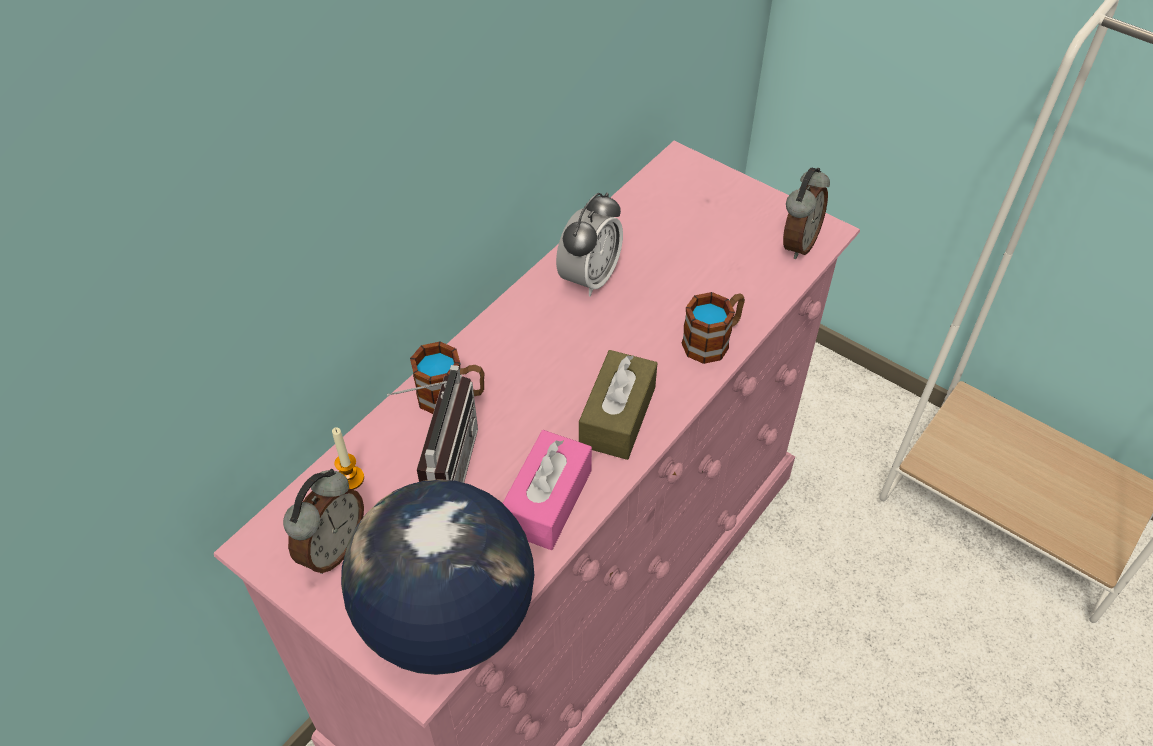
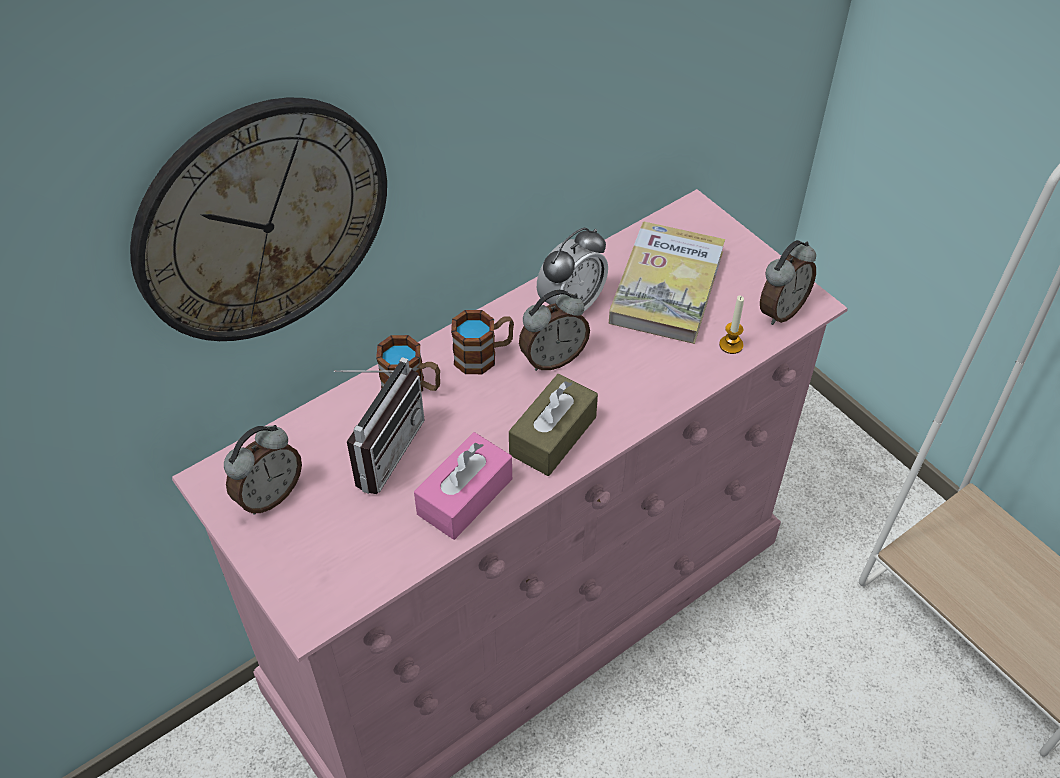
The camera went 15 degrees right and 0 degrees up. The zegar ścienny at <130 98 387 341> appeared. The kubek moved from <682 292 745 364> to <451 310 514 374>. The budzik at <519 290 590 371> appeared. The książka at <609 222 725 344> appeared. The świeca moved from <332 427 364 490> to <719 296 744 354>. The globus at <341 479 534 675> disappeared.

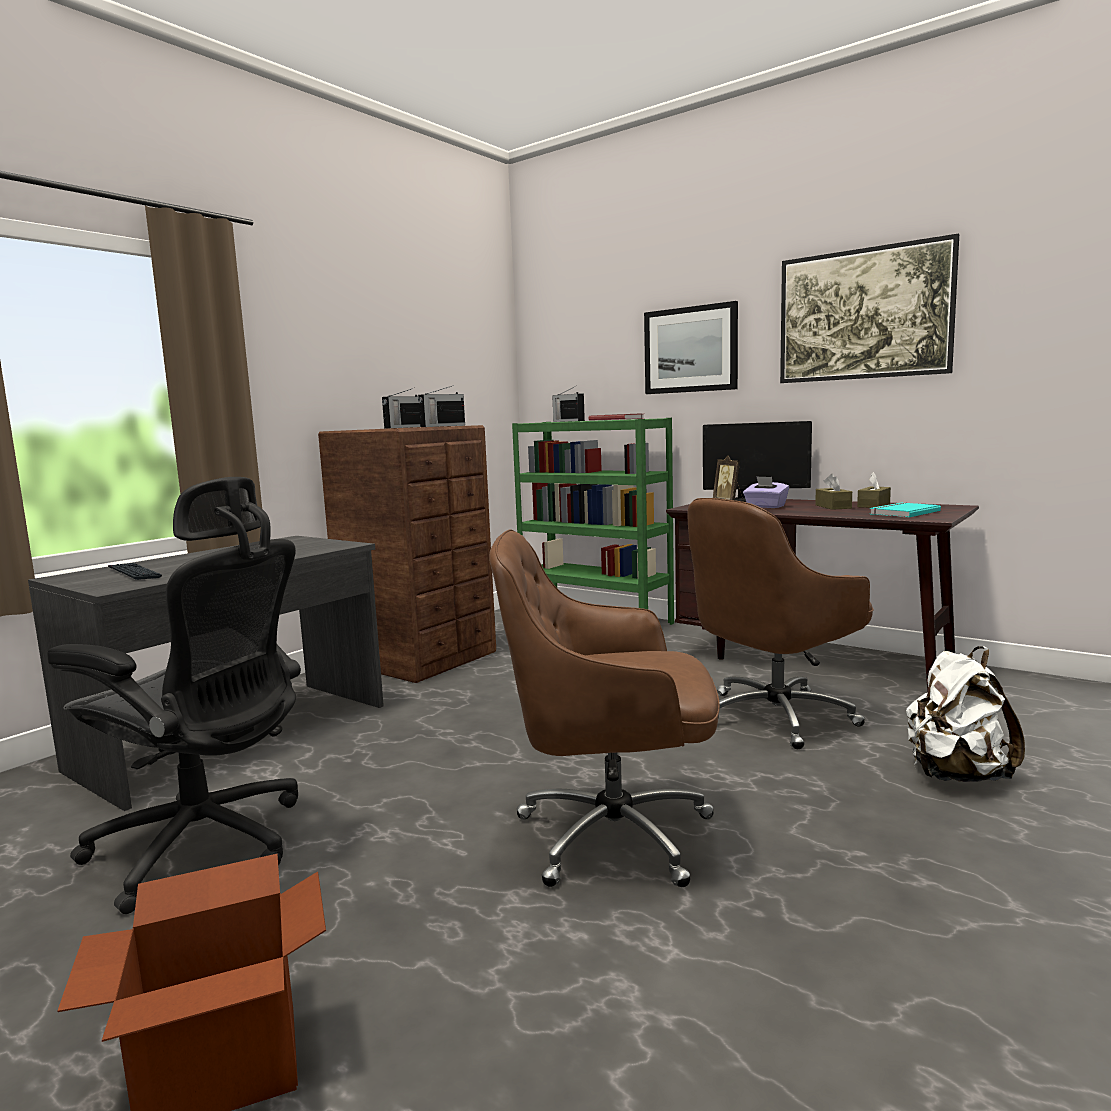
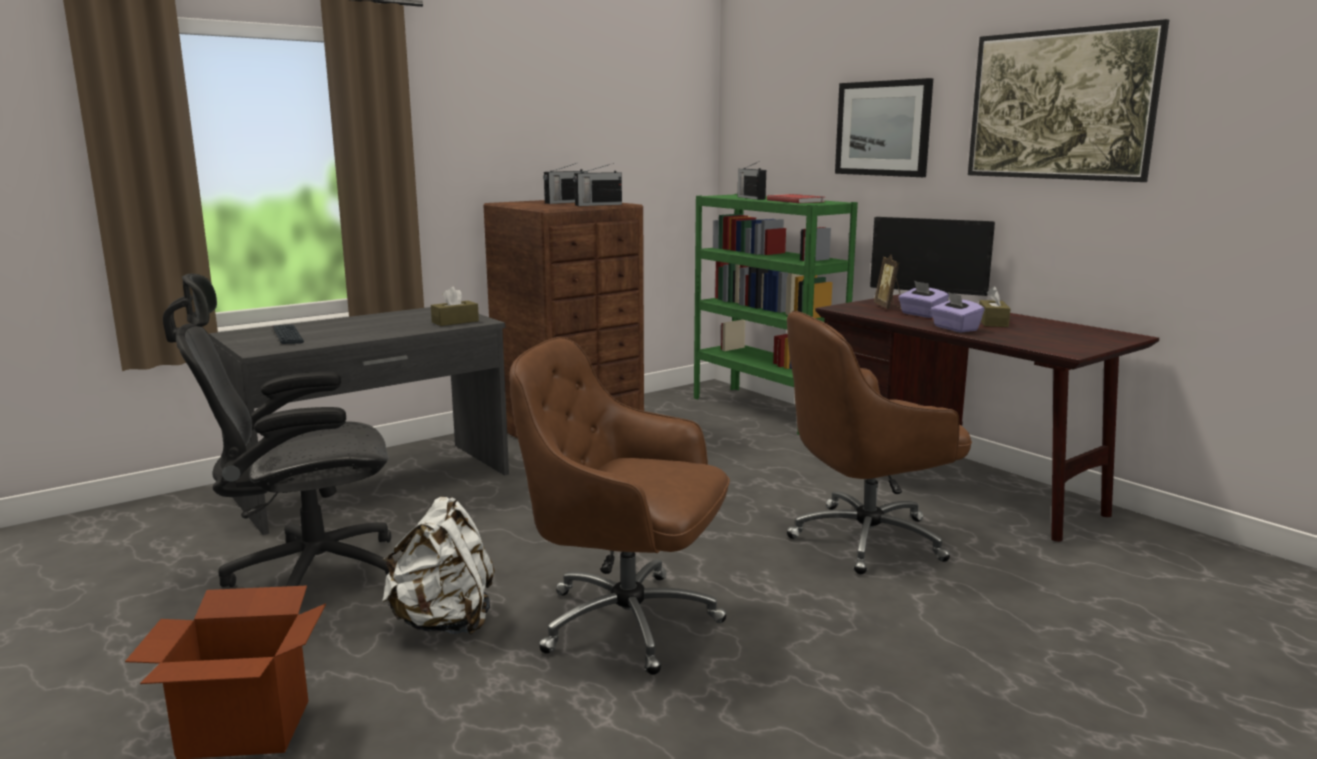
The camera went 15 degrees right and 5 degrees up. The krzesło biurowe at <47 477 301 914> turned 120 degrees clockwise. The plecak [biały] moved from <906 646 1025 782> to <382 497 495 635>. The pudełko chusteczek [brązowy] moved from <857 472 891 508> to <431 287 479 326>. The pudełko chusteczek [fioletowy] at <931 292 985 332> appeared. The książka [turkusowy] at <870 503 941 518> disappeared.

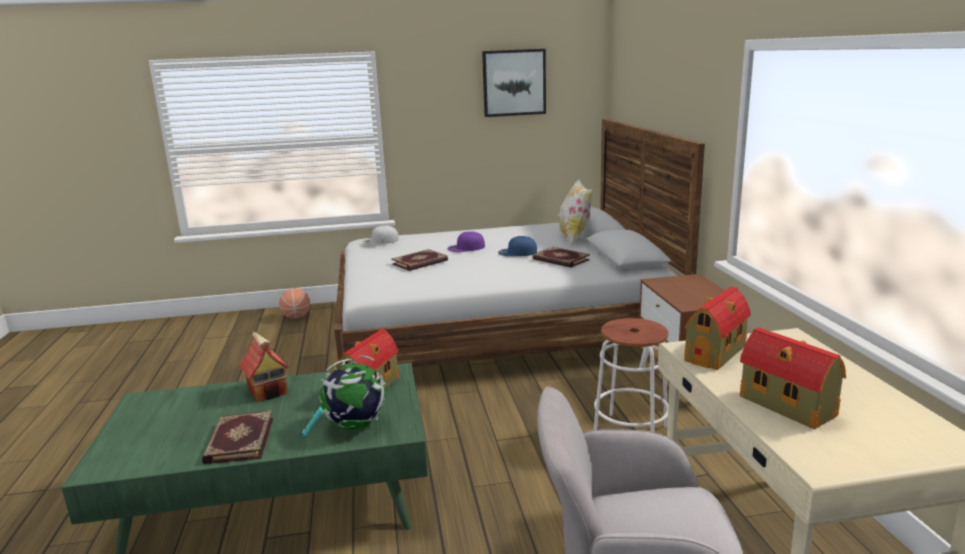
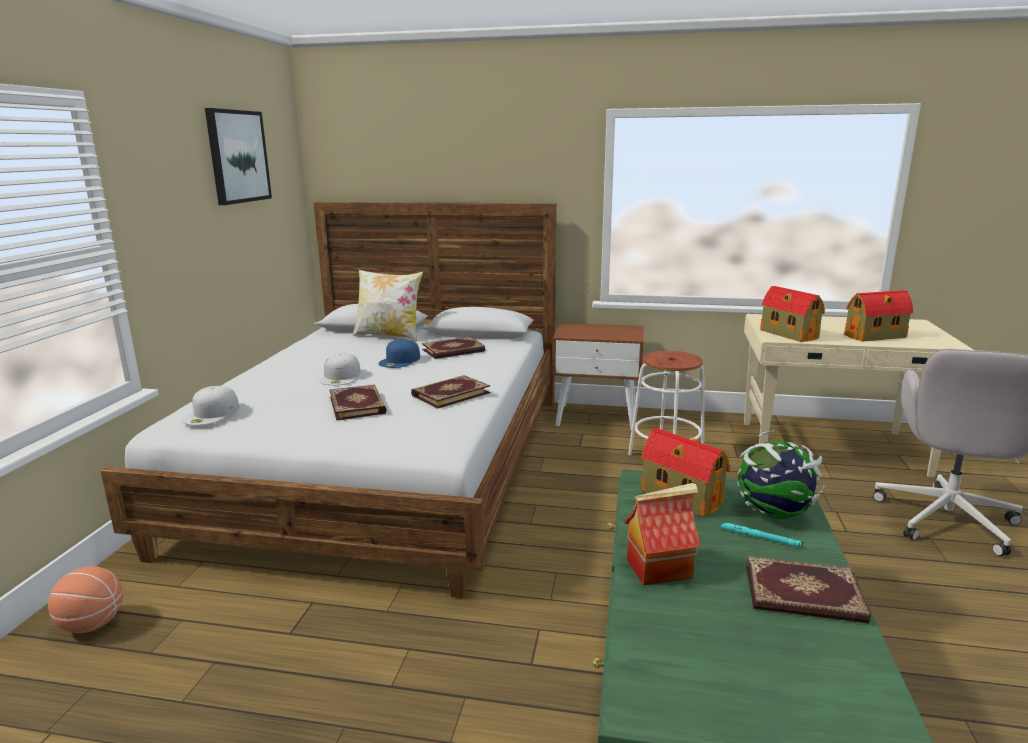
The camera went 70 degrees left and 0 degrees up. The czapka z daszkiem [fioletowy] at <448 231 485 252> became the czapka z daszkiem [biały] at <320 353 361 385>. The książka at <411 375 490 409> appeared.

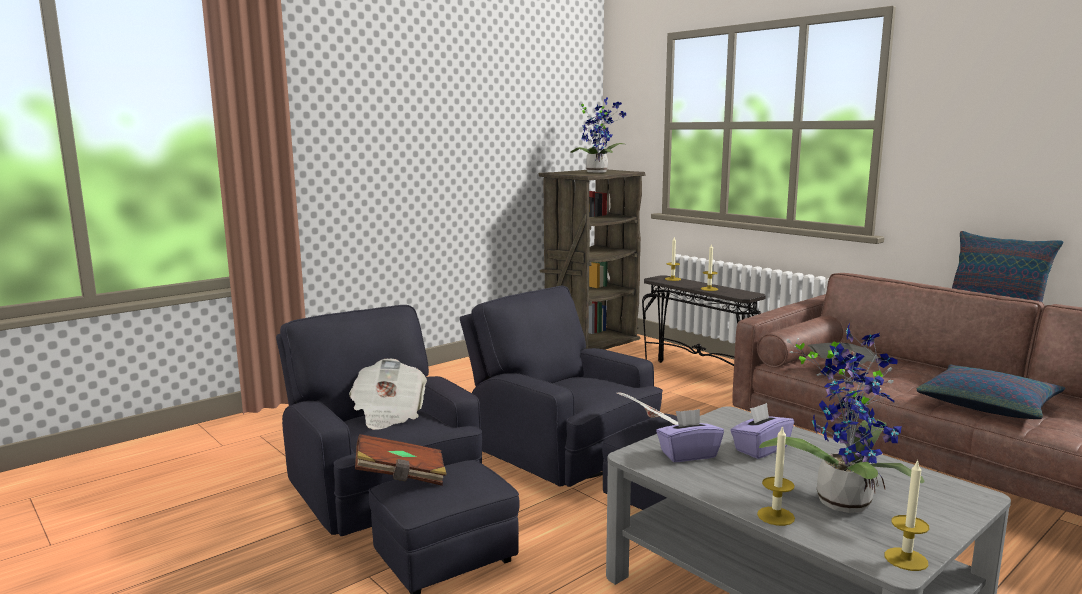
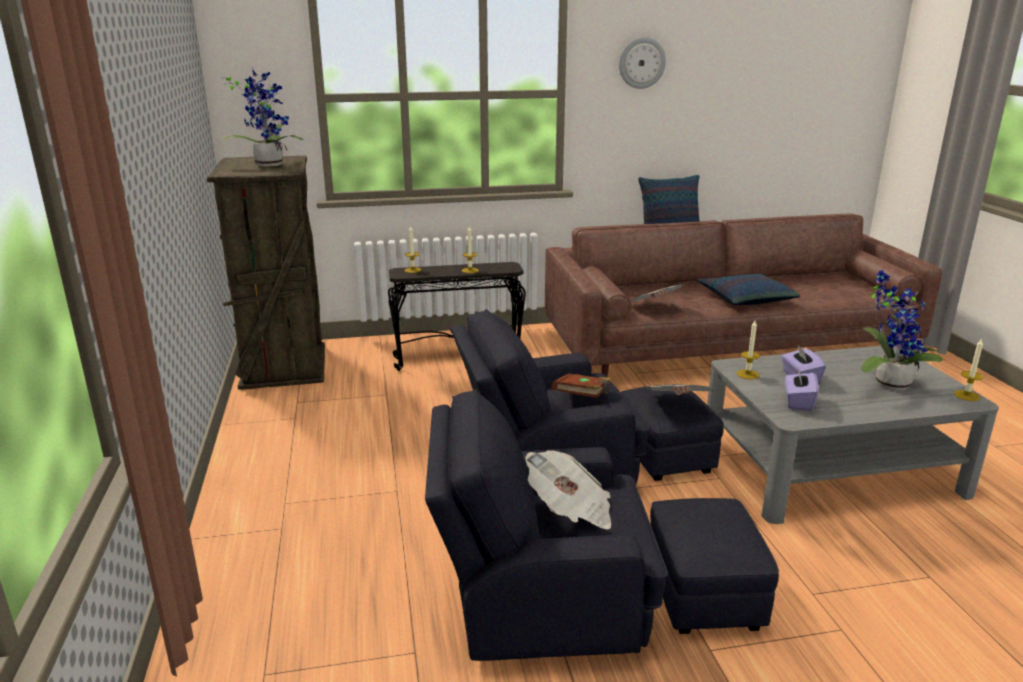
The camera went 60 degrees left and 10 degrees up. The książka [brązowy] moved from <355 434 447 486> to <551 373 611 398>. The zegar ścienny at <619 37 666 89> appeared. The świeca moved from <757 425 795 526> to <737 320 760 379>.

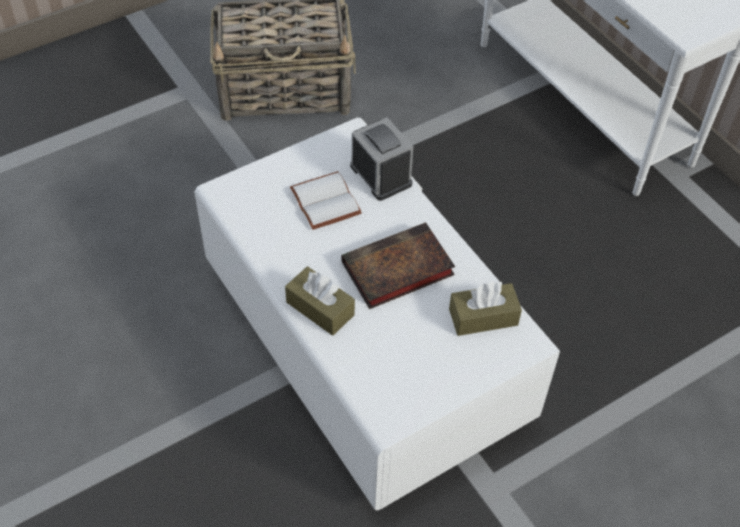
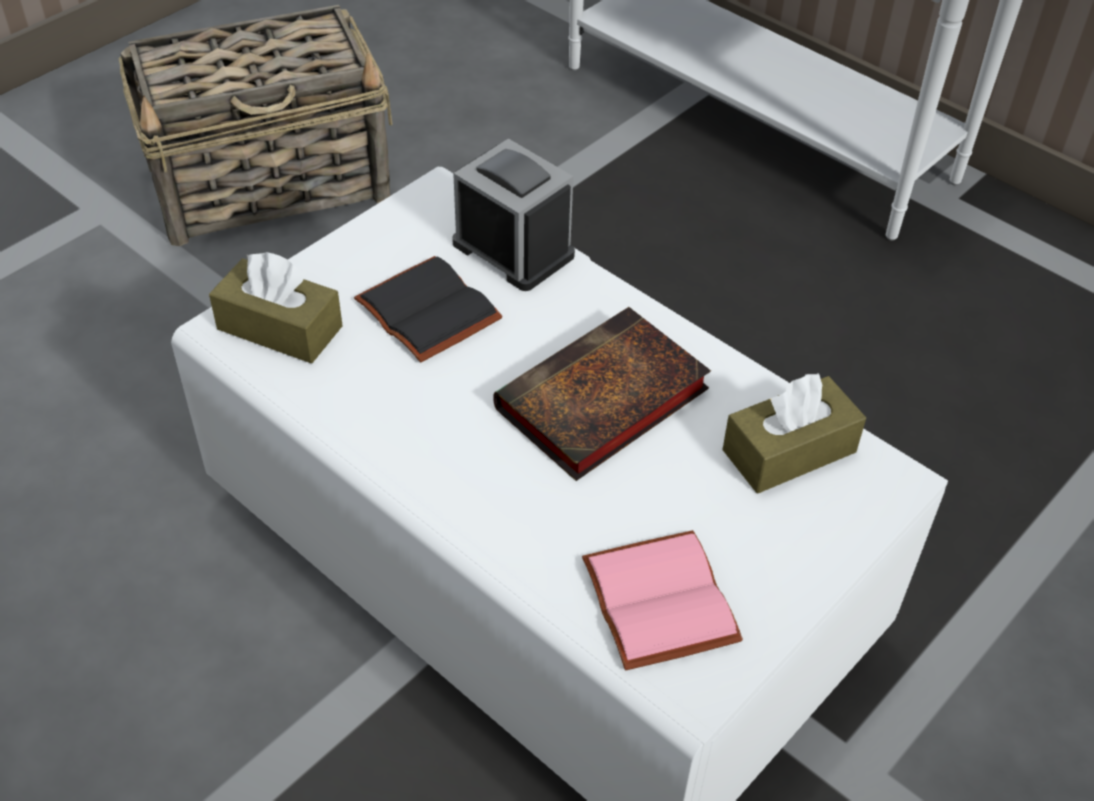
The camera went 15 degrees left and 5 degrees down. The pudełko chusteczek [brązowy] moved from <285 266 355 336> to <209 252 343 363>. The książka [biały] at <290 171 362 230> became the książka [czarny] at <354 256 503 362>. The książka [różowy] at <582 530 743 670> appeared.

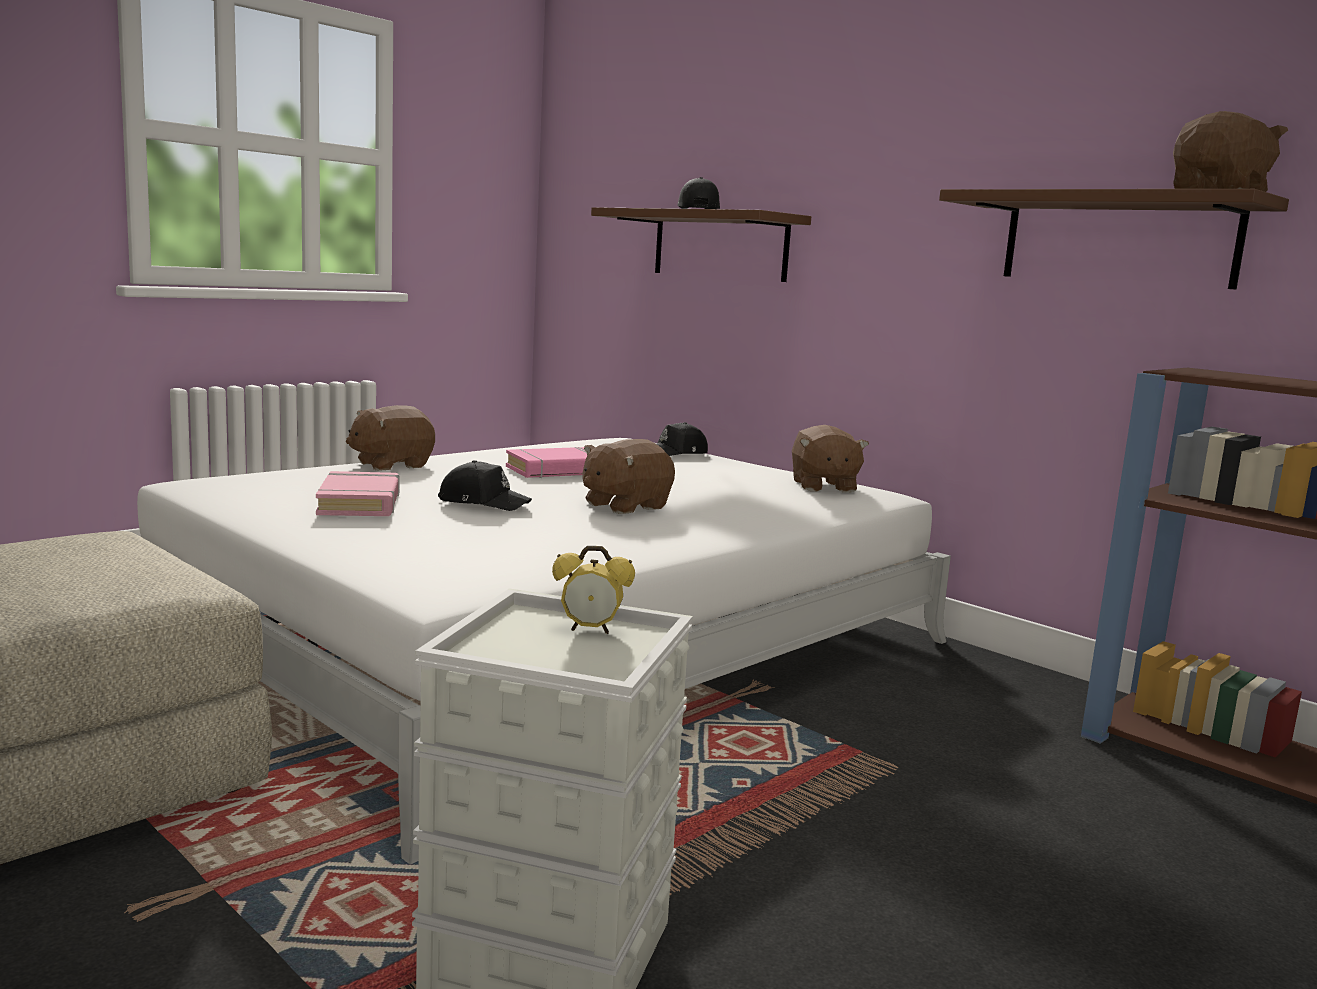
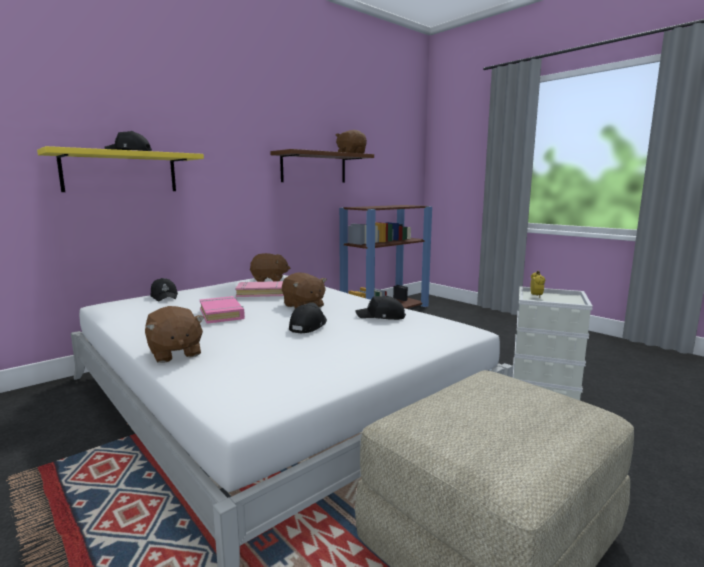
The camera went 85 degrees left and 0 degrees up. The półka [brązowy] at <591 207 811 282> became the półka [żółty] at <37 146 204 192>. The książka [różowy] moved from <316 471 400 516> to <235 281 284 297>. The czapka z daszkiem [czarny] at <355 296 406 320> appeared.

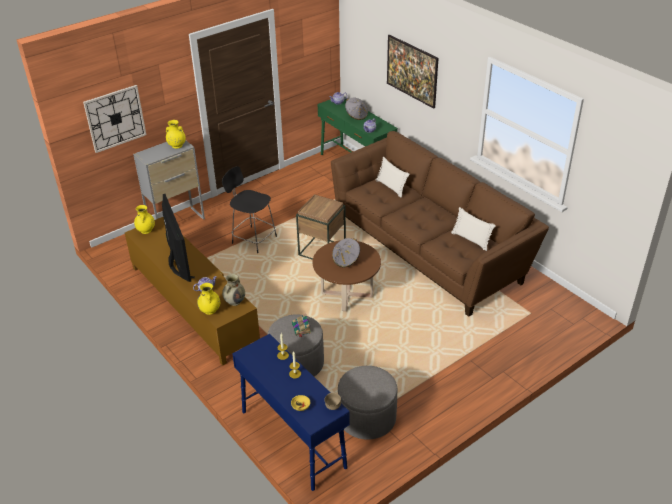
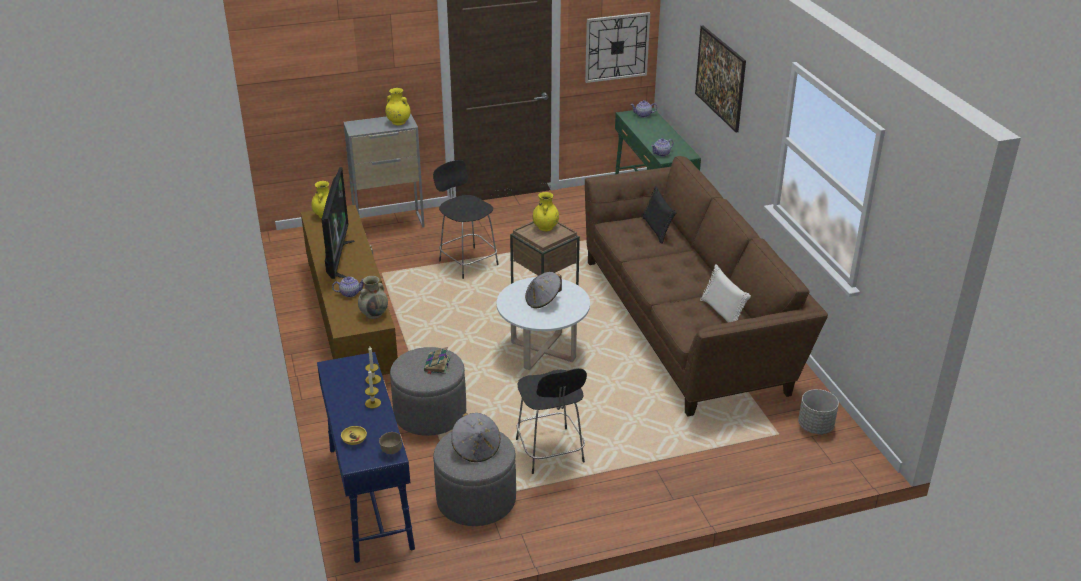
The camera went 20 degrees right and 5 degrees down. The kapelusz [szary] moved from <345 97 368 120> to <451 413 501 462>. The ława [brązowy] at <313 240 381 311> became the ława [biały] at <497 277 590 370>. The stołek [czarny] at <516 368 587 474> appeared. The wazon [żółty] moved from <197 283 220 315> to <533 192 559 231>. The zegar ścienny moved from <83 85 146 153> to <585 12 650 83>. The poduszka [biały] at <375 157 409 198> became the poduszka [czarny] at <641 186 676 244>. The donica [szary] at <798 389 839 434> appeared.

